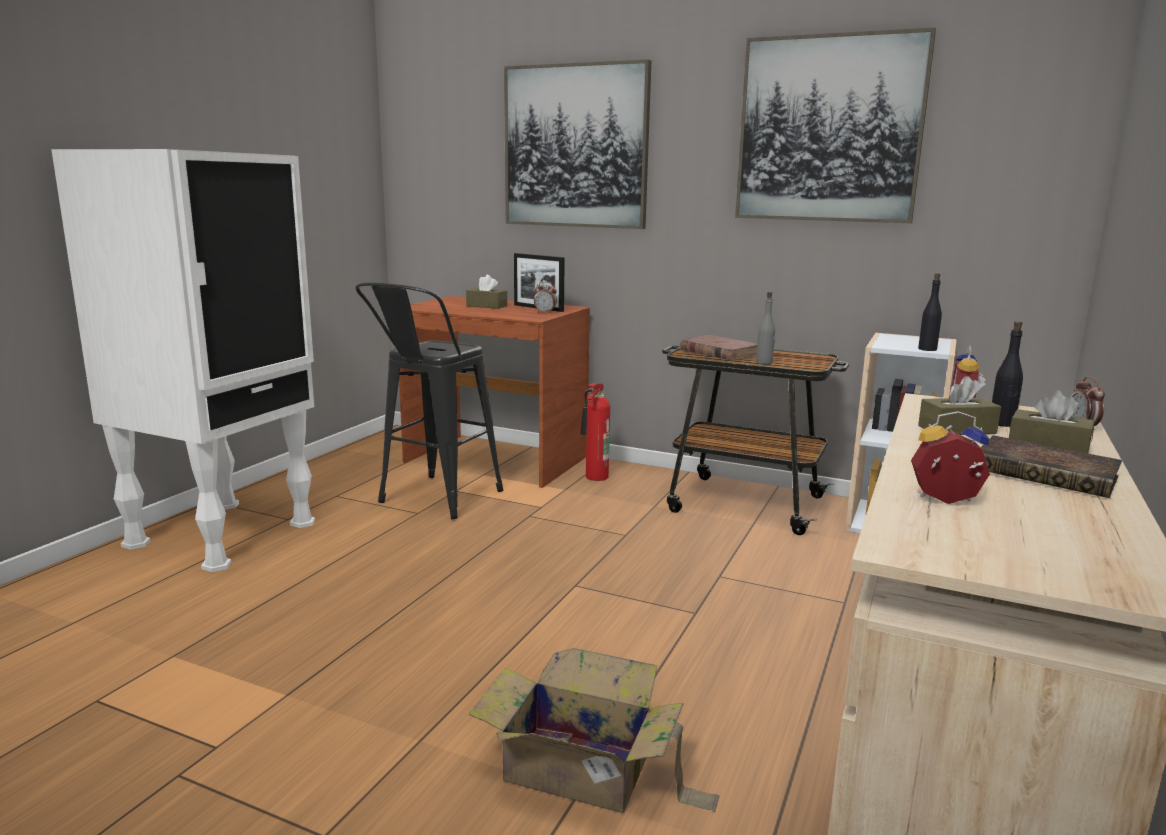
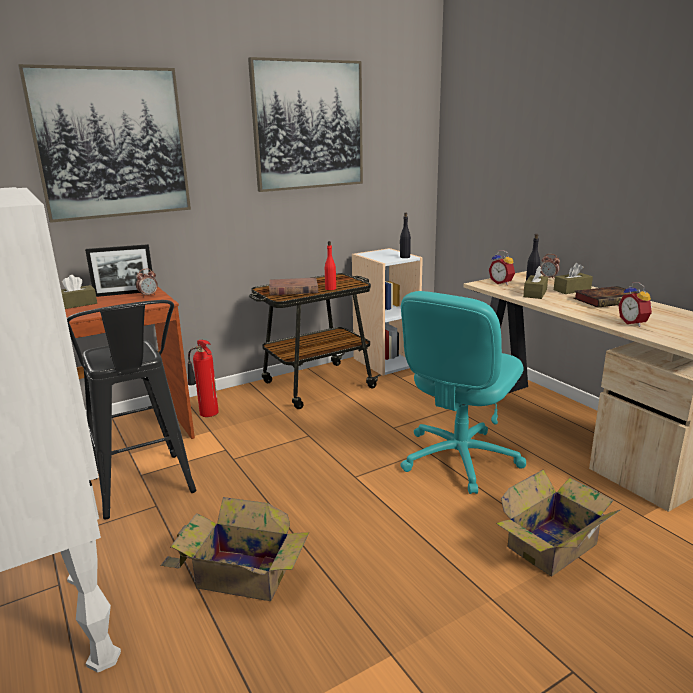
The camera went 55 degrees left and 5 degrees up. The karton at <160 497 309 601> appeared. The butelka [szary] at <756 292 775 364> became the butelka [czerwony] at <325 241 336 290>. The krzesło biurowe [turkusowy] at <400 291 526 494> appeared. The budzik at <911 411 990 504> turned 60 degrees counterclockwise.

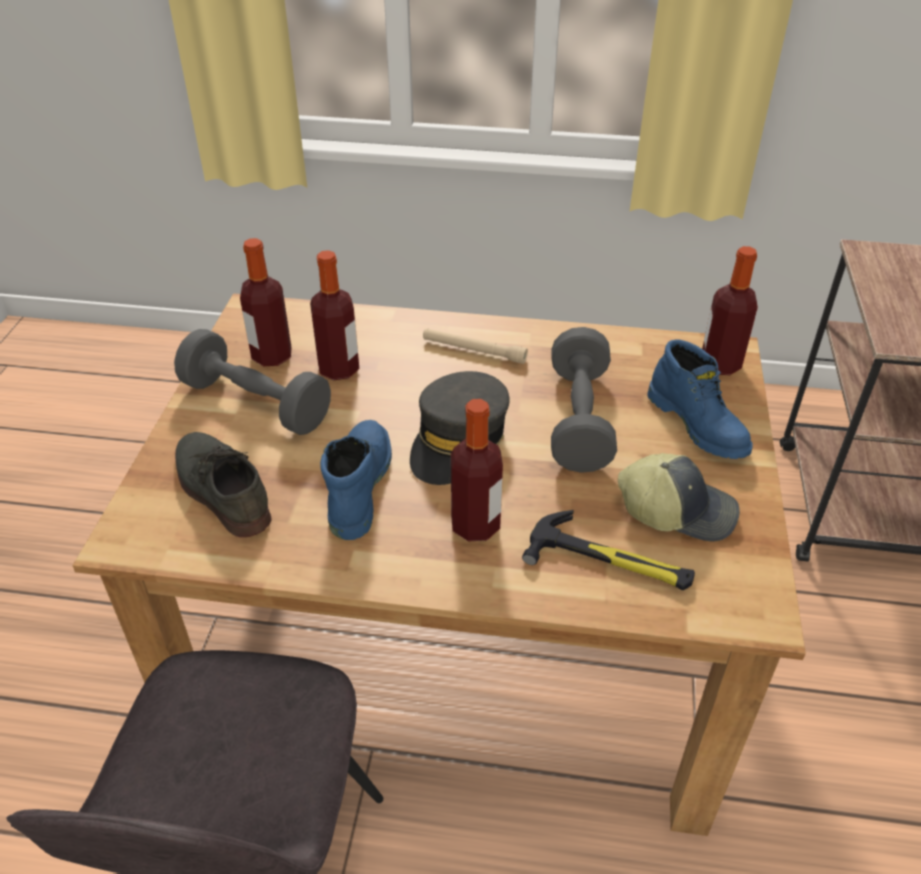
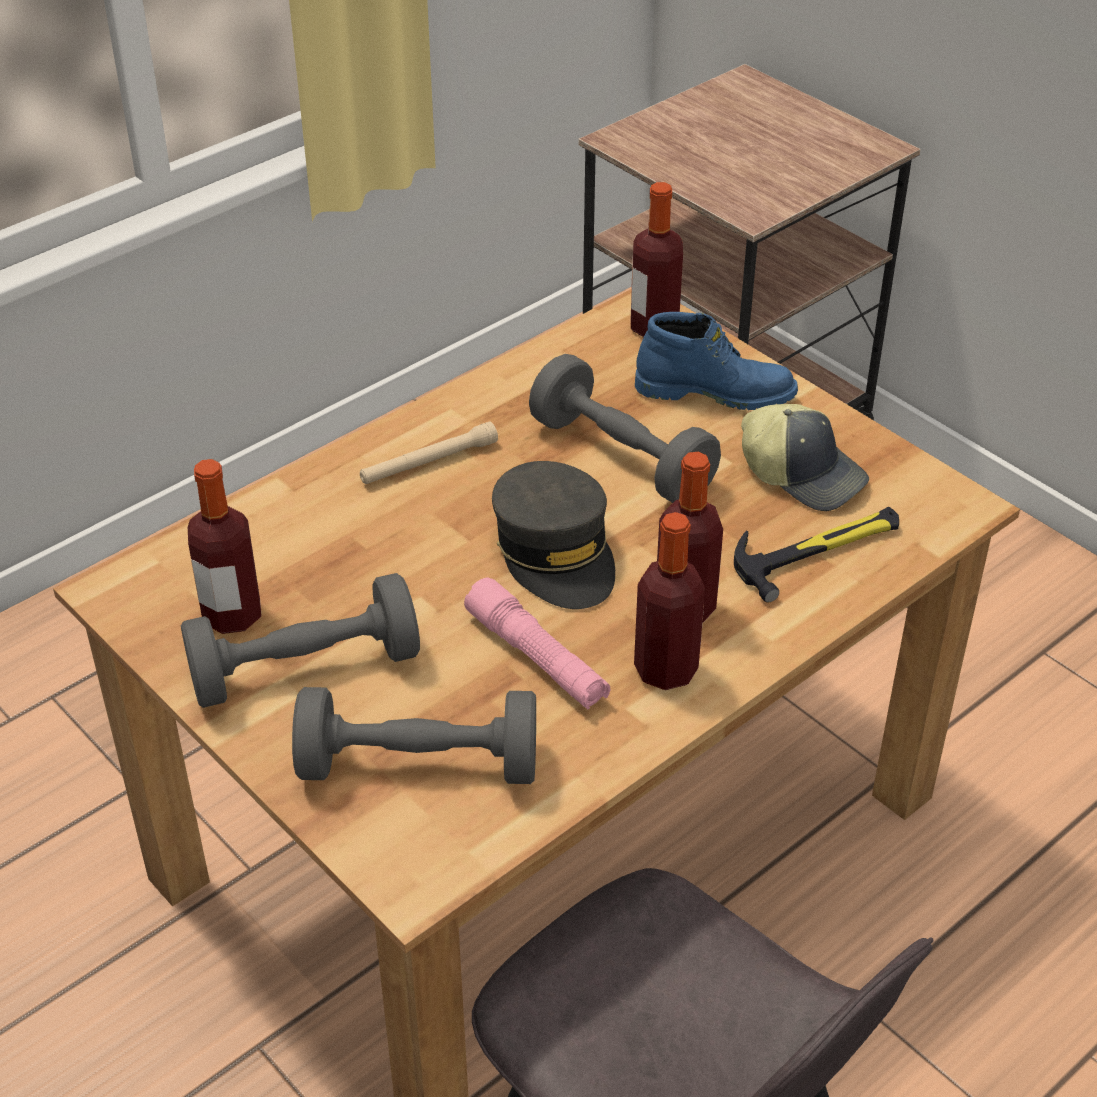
The camera went 50 degrees left and 0 degrees up. The but [szary] at <175 432 271 538> was replaced by the hantel [szary] at <292 687 536 784>. The but z cholewką [niebieski] at <320 420 392 540> was replaced by the latarka [różowy] at <464 577 610 710>. The butelka moved from <310 250 359 380> to <634 512 705 690>. The czapka z daszkiem at <618 453 740 542> turned 75 degrees clockwise.

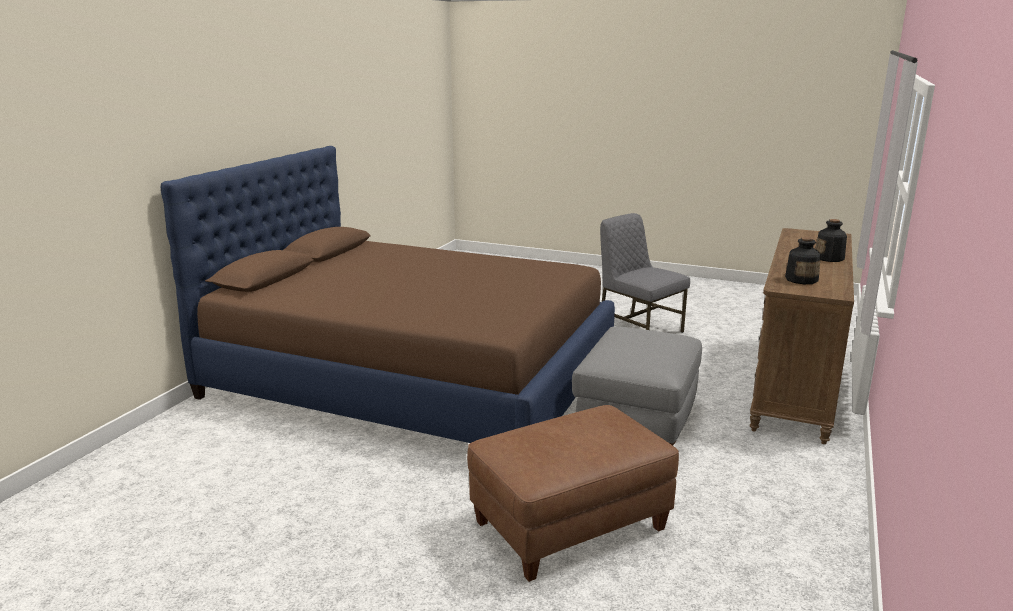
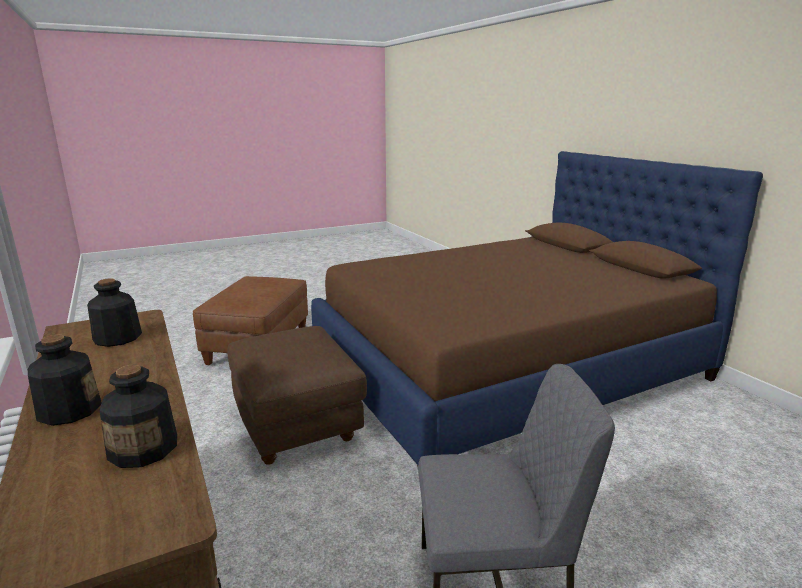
The camera went 130 degrees right and 0 degrees up. The butelka at <100 365 177 468> appeared. The pufa [szary] at <572 326 702 446> became the pufa [brązowy] at <227 326 367 465>.

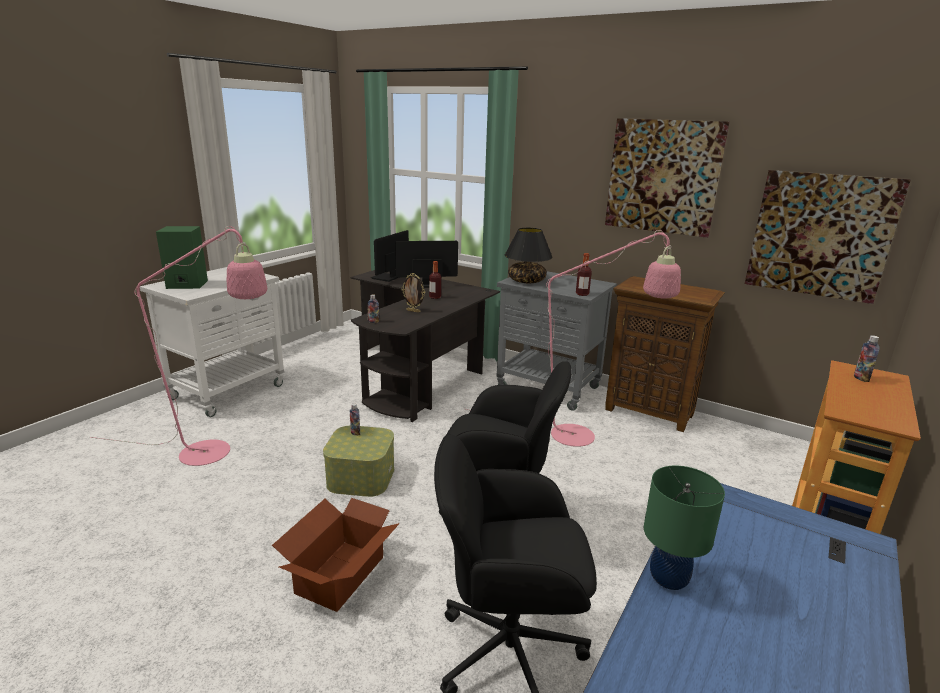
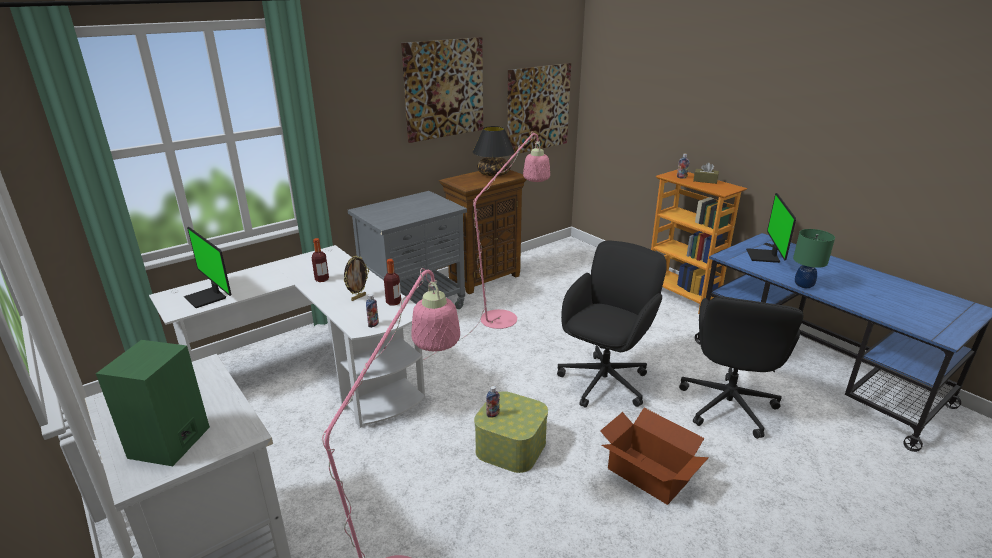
The camera went 70 degrees left and 5 degrees up. The biurko [czarny] at <351 270 500 422> became the biurko [biały] at <149 245 425 428>. The butelka moved from <576 253 592 296> to <384 259 401 306>. The lampa stołowa [czarny] moved from <505 228 553 283> to <473 126 515 176>. The pudełko chusteczek [brązowy] at <693 162 719 184> appeared. The monitor moved from <395 241 458 288> to <746 193 796 263>.

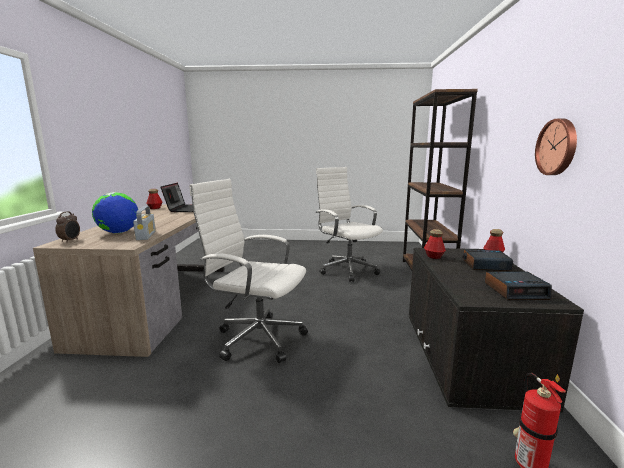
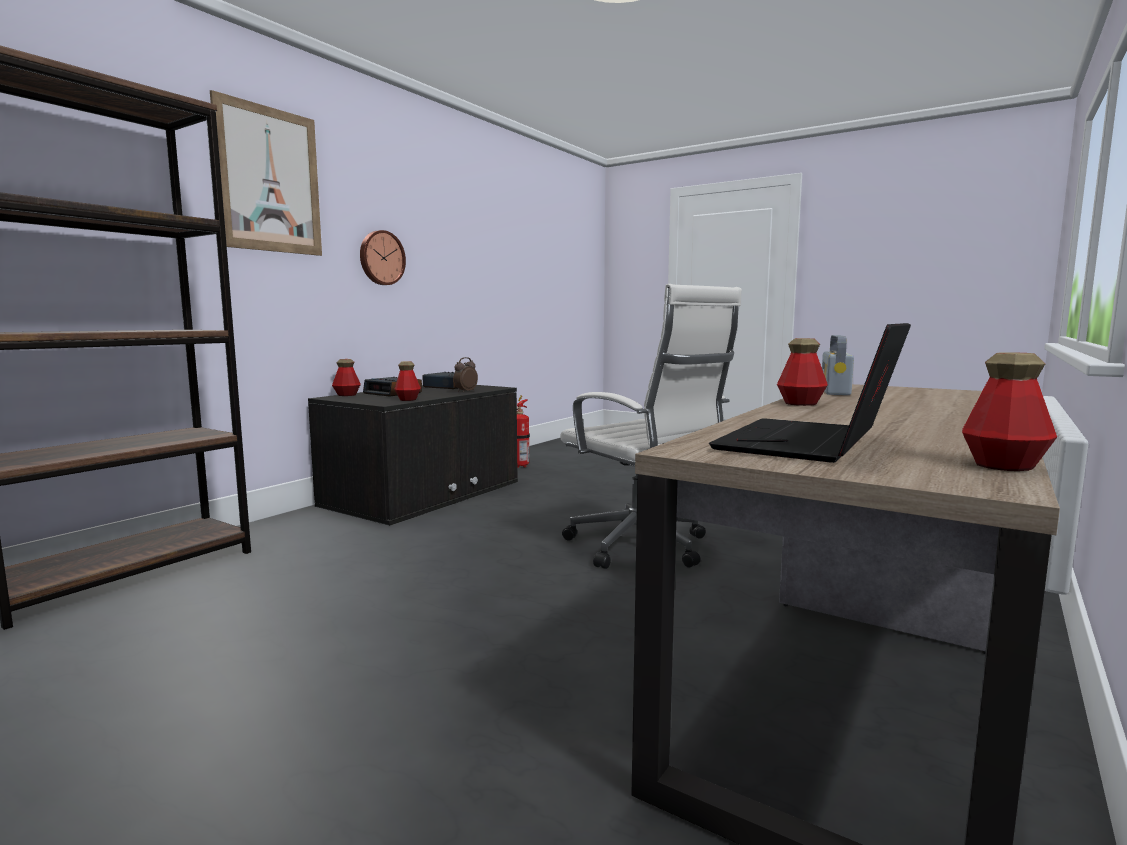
The camera went 150 degrees left and 5 degrees down. The obraz at <210 90 322 256> appeared. The budzik moved from <55 211 80 242> to <454 357 478 392>. The butelka at <777 338 828 406> appeared. The globus at <92 192 138 233> disappeared. The krzesło biurowe [biały] at <316 167 383 282> disappeared.

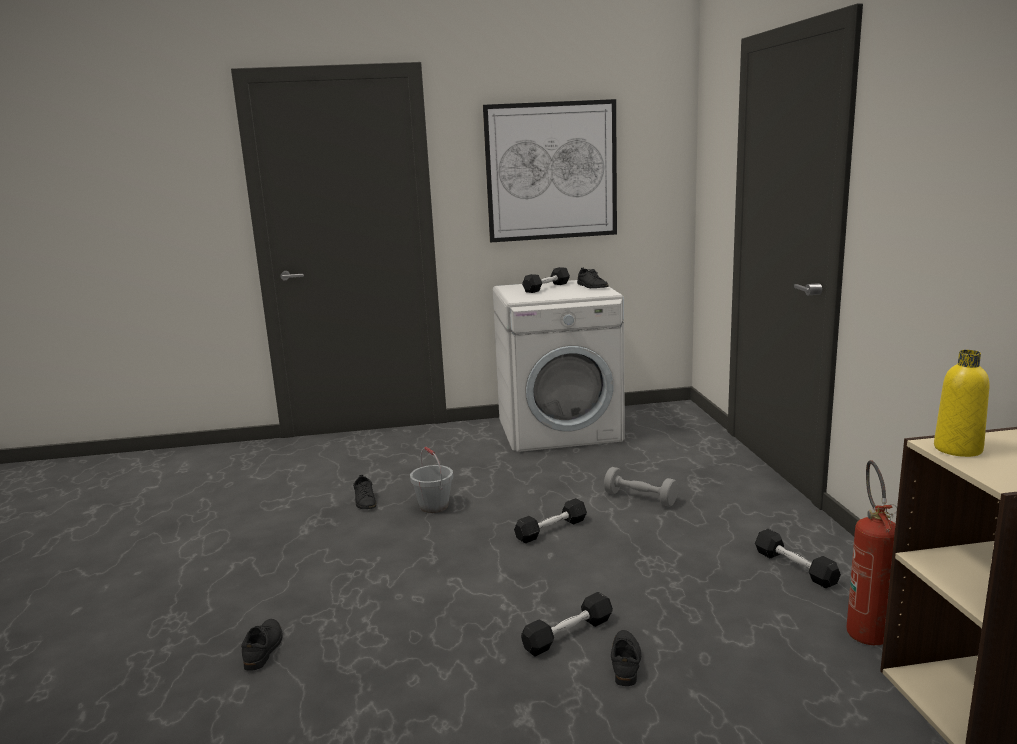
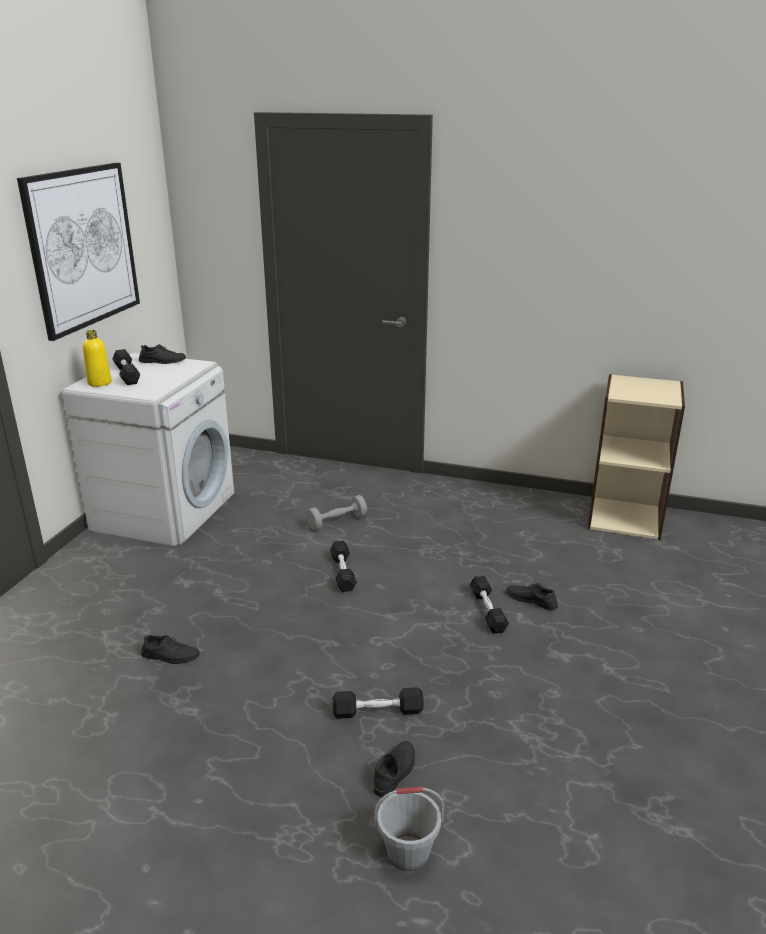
The camera went 65 degrees left and 10 degrees up. The butelka [żółty] moved from <934 350 989 457> to <83 330 111 387>. The hantel [czarny] moved from <755 529 841 588> to <333 687 424 719>. The but [czarny] at <241 619 283 671> turned 90 degrees clockwise. The wiadro [szary] moved from <410 447 453 513> to <374 787 444 871>. The gaśnica at <846 460 897 645> disappeared.

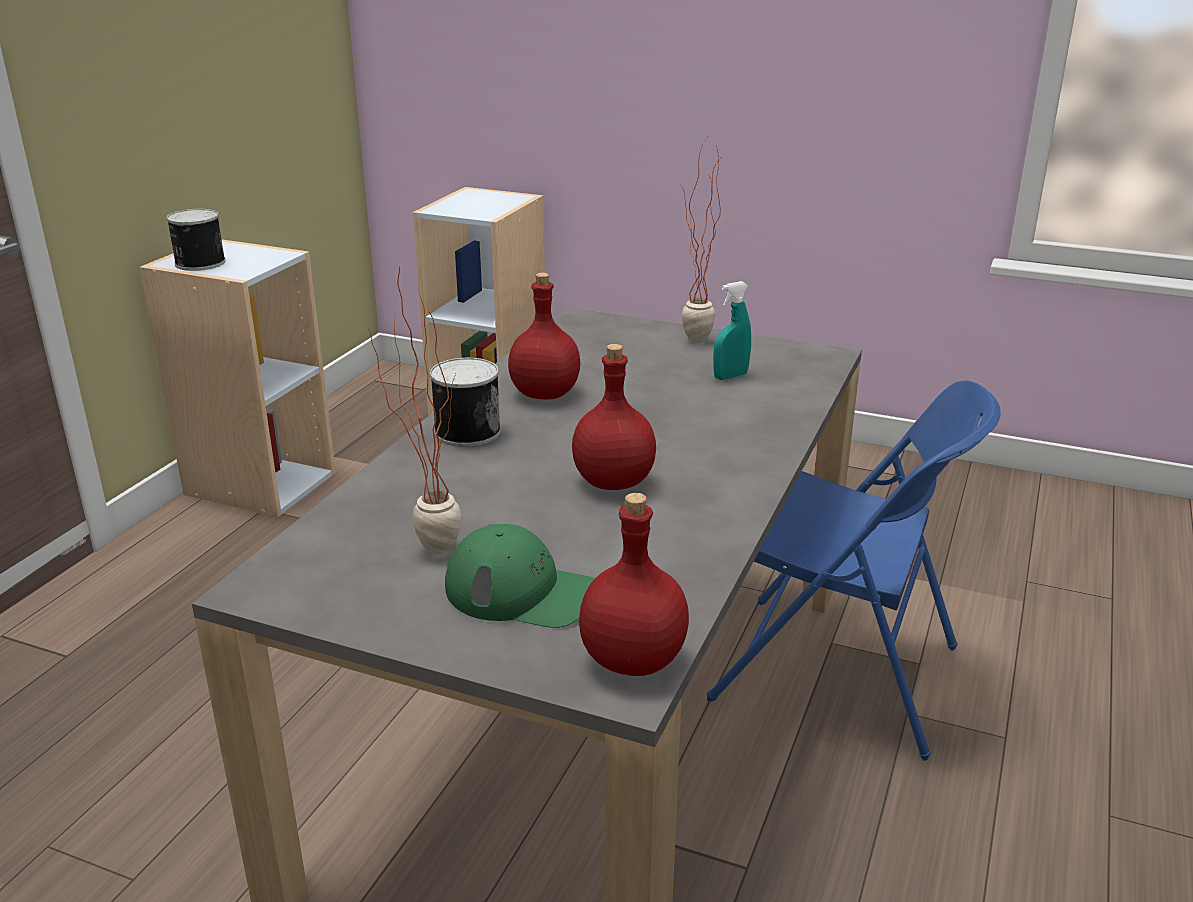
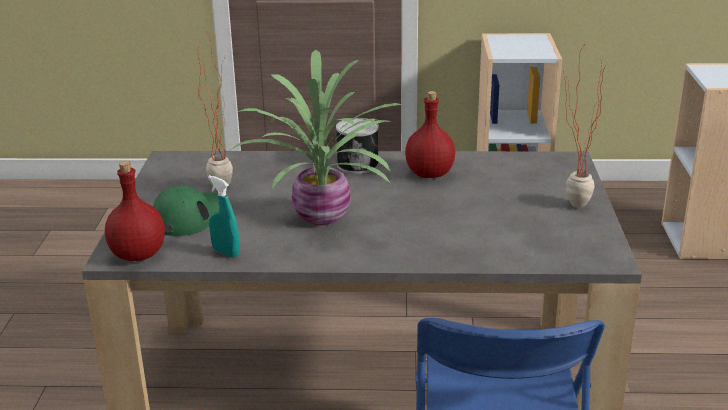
The camera went 70 degrees right and 0 degrees up. The czapka z daszkiem [zielony] at <445 524 595 628> turned 150 degrees counterclockwise. The spryskiwacz [turkusowy] moved from <713 281 751 380> to <208 175 239 258>. The butelka [czerwony] at <572 344 656 490> was replaced by the roślina doniczkowa at <231 50 404 225>. The puszka at <166 209 226 271> disappeared.

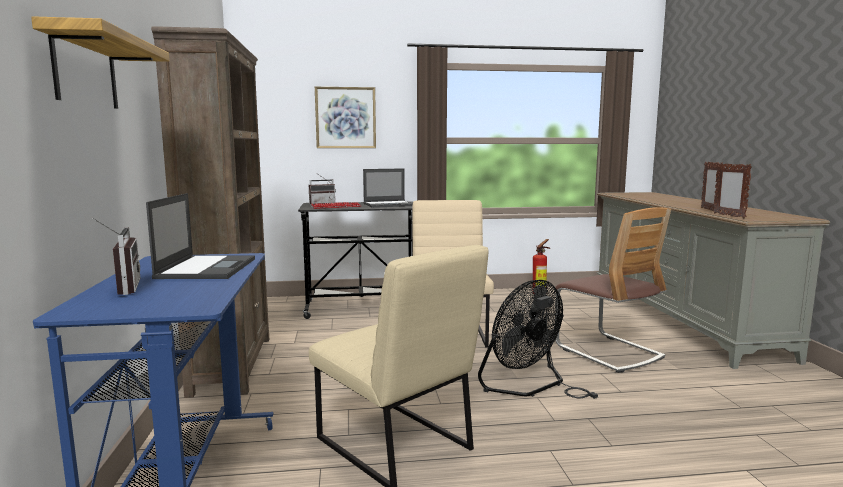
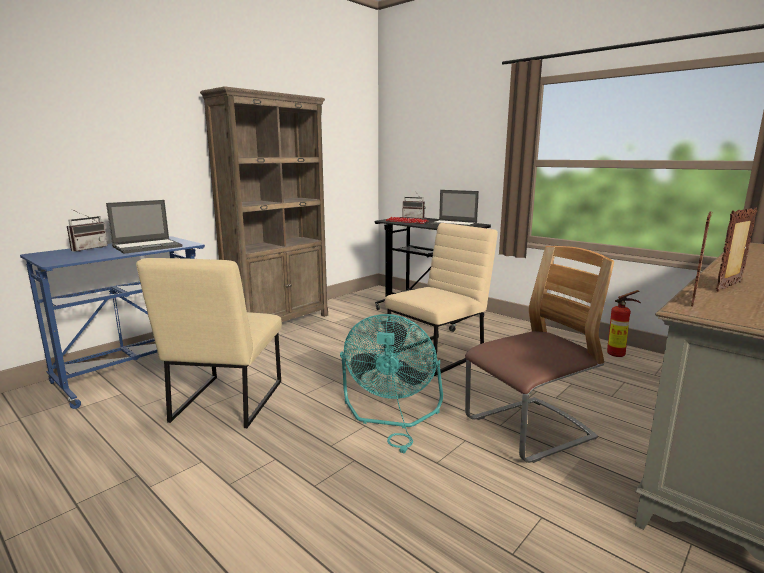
The camera went 50 degrees right and 5 degrees up. The wentylator [czarny] at <478 280 598 399> became the wentylator [turkusowy] at <340 314 443 453>. The krzesło at <555 207 671 373> turned 135 degrees counterclockwise. The półka at <31 16 170 109> disappeared. The obraz at <315 87 376 148> disappeared.

